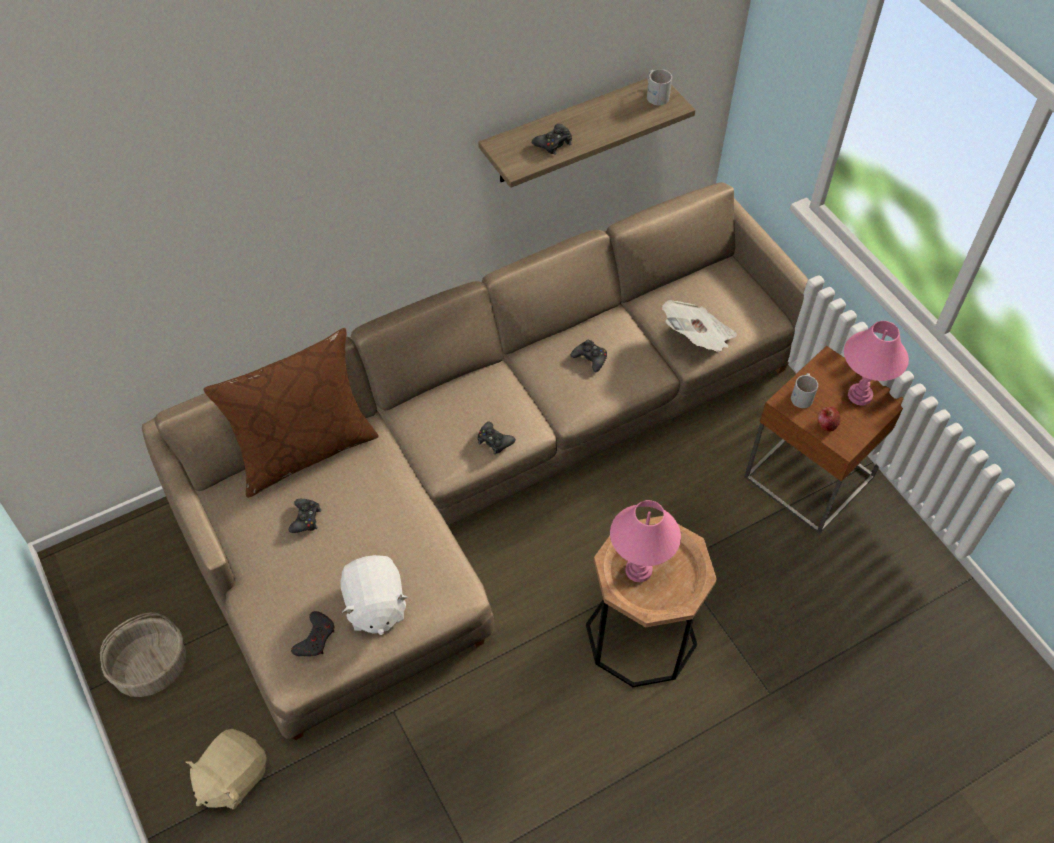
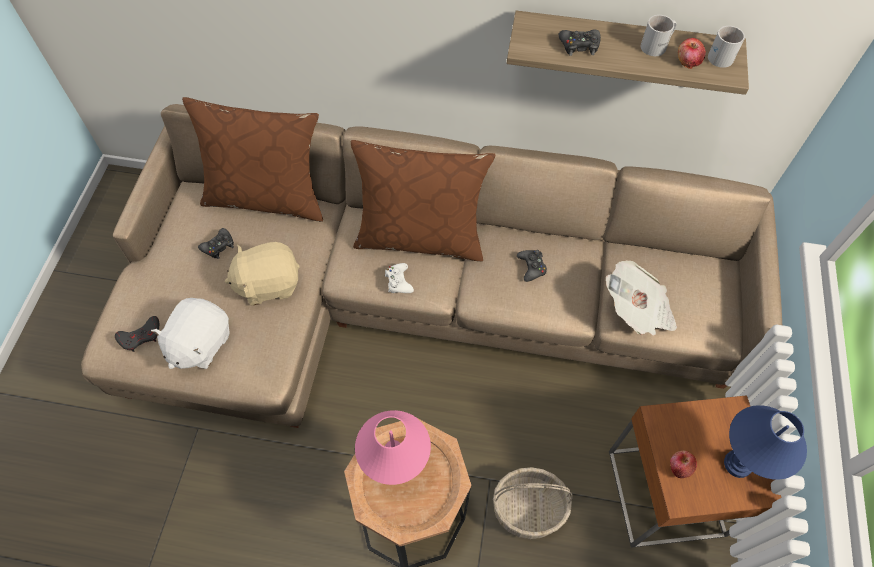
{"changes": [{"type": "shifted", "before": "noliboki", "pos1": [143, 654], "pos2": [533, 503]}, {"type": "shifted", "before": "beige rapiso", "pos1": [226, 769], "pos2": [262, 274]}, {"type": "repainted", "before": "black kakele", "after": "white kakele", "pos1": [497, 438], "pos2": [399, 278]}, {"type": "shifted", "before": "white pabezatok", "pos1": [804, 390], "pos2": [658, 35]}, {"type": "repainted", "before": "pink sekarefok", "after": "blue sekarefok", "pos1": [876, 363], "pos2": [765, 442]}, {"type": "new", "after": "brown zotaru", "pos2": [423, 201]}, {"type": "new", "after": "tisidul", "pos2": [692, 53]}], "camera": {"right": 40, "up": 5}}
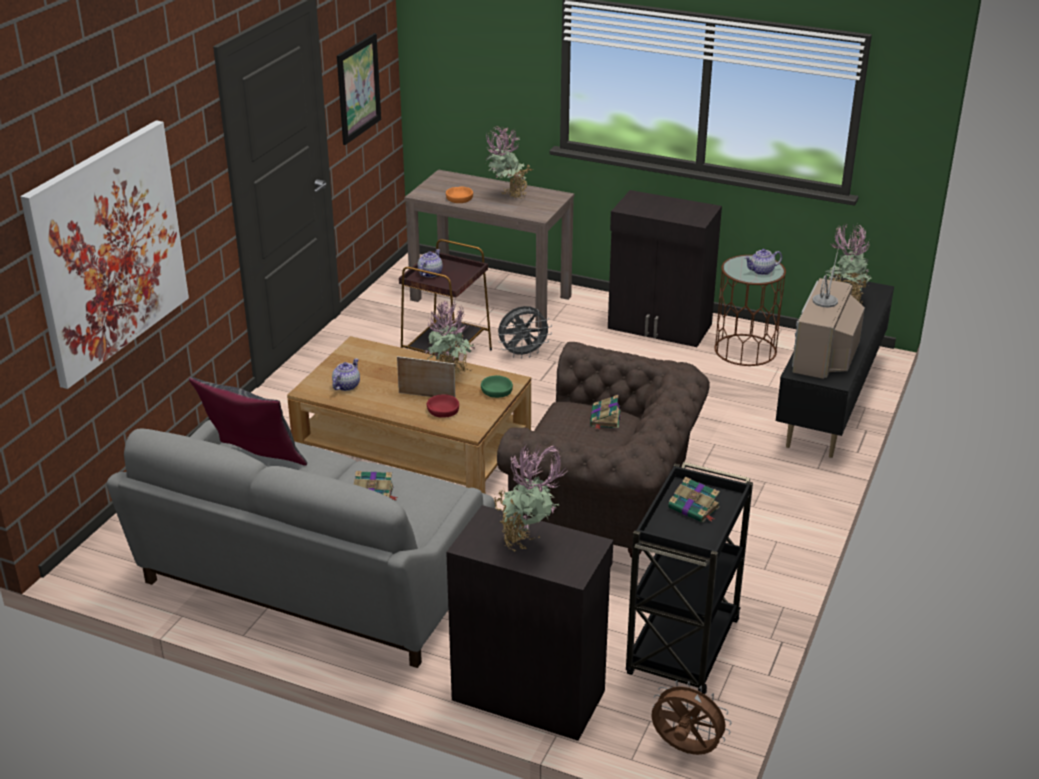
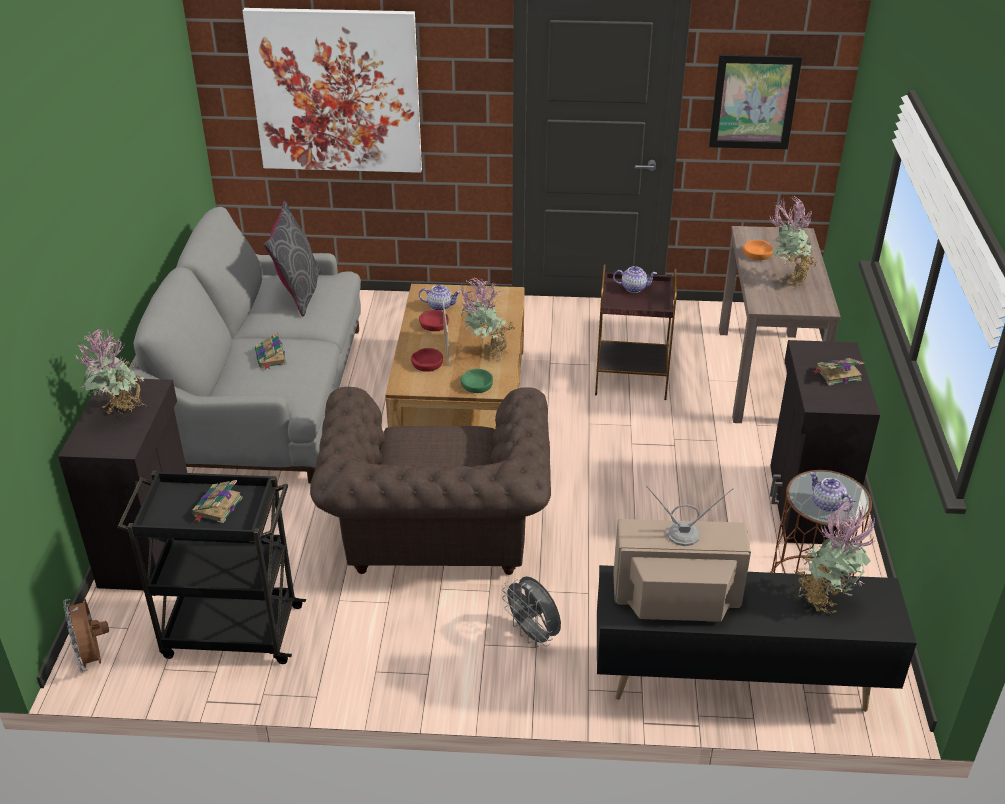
{"changes": [{"type": "shifted", "before": "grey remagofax", "pos1": [525, 332], "pos2": [531, 611]}, {"type": "shifted", "before": "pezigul", "pos1": [605, 412], "pos2": [838, 372]}, {"type": "rotated", "before": "brown remagofax", "pos1": [691, 717], "pos2": [86, 635], "turn": 150}, {"type": "new", "after": "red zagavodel", "pos2": [434, 320]}], "camera": {"right": 70, "up": 5}}
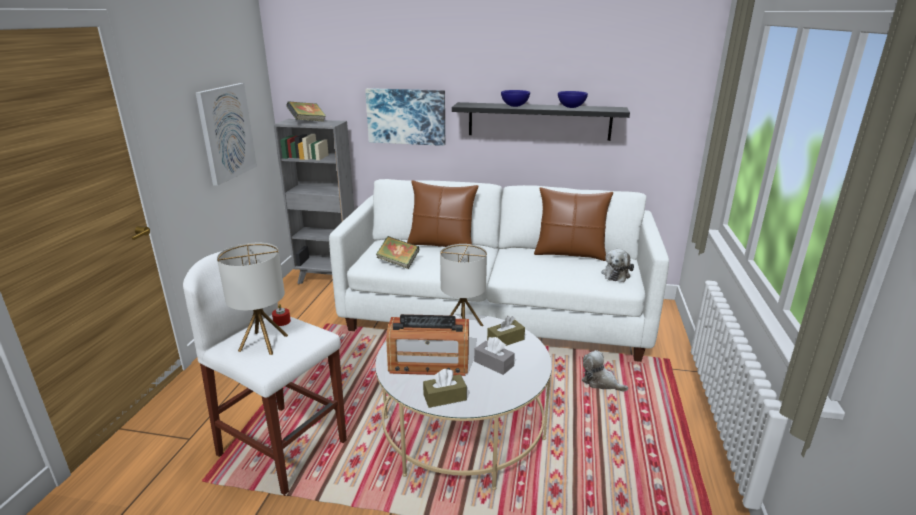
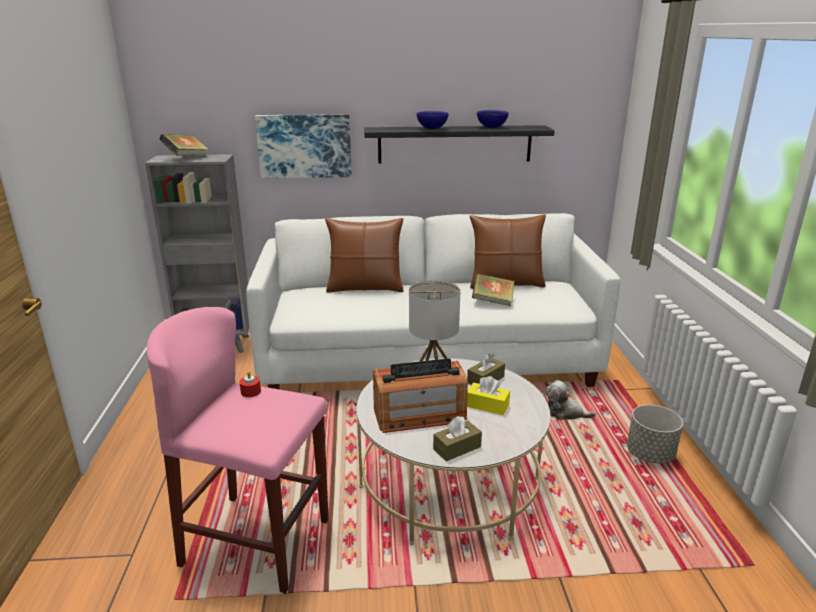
{"changes": [{"type": "repainted", "before": "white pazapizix", "after": "pink pazapizix", "pos1": [265, 373], "pos2": [238, 450]}, {"type": "gone", "before": "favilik", "pos1": [226, 134]}, {"type": "gone", "before": "sekarefok", "pos1": [252, 299]}, {"type": "shifted", "before": "pezigul", "pos1": [398, 252], "pos2": [493, 289]}, {"type": "repainted", "before": "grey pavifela", "after": "yellow pavifela", "pos1": [494, 356], "pos2": [488, 395]}, {"type": "gone", "before": "rapiso", "pos1": [617, 265]}, {"type": "new", "after": "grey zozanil", "pos2": [655, 434]}], "camera": {"right": -15, "up": 0}}
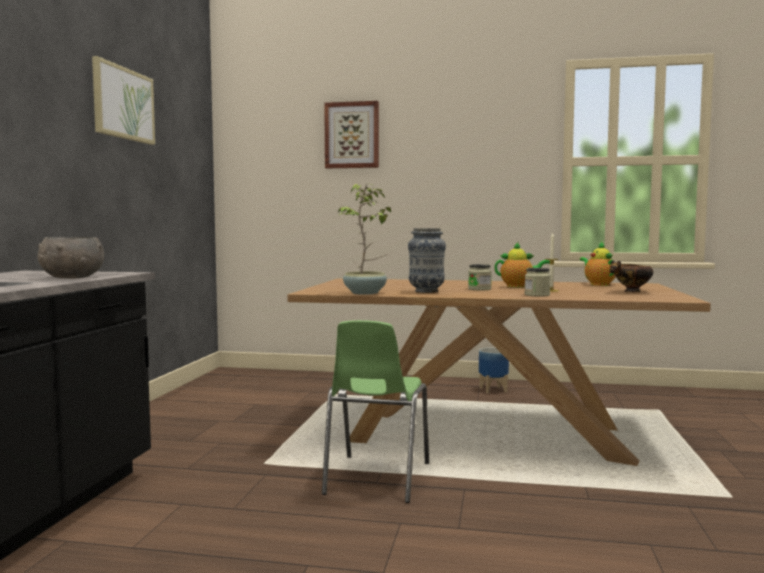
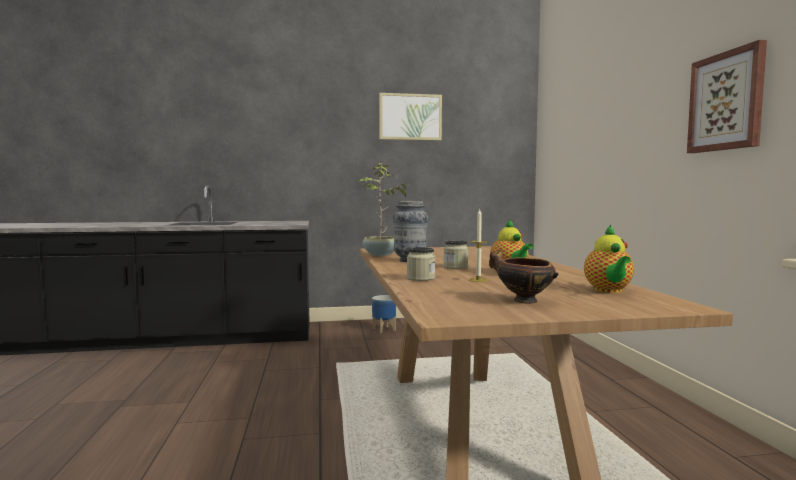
{"changes": [{"type": "gone", "before": "grey zagavodel", "pos1": [70, 258]}, {"type": "gone", "before": "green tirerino", "pos1": [375, 411]}, {"type": "shifted", "before": "favilik", "pos1": [351, 134], "pos2": [727, 96]}, {"type": "shifted", "before": "zozanil", "pos1": [494, 370], "pos2": [384, 314]}, {"type": "rotated", "before": "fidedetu", "pos1": [598, 264], "pos2": [609, 259], "turn": 135}], "camera": {"right": 70, "up": 0}}
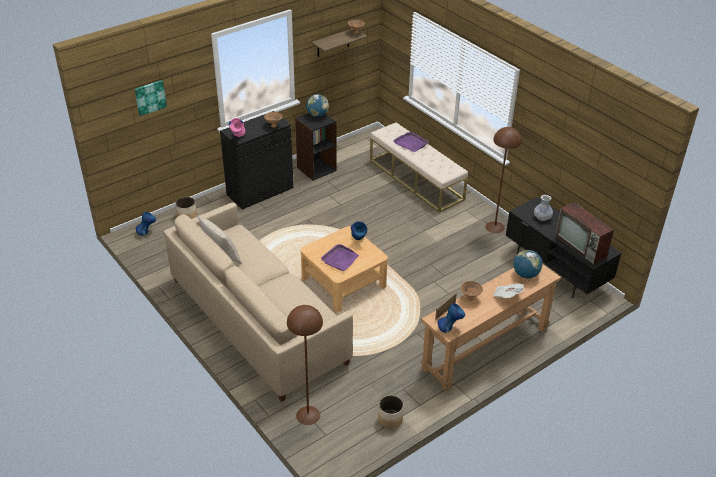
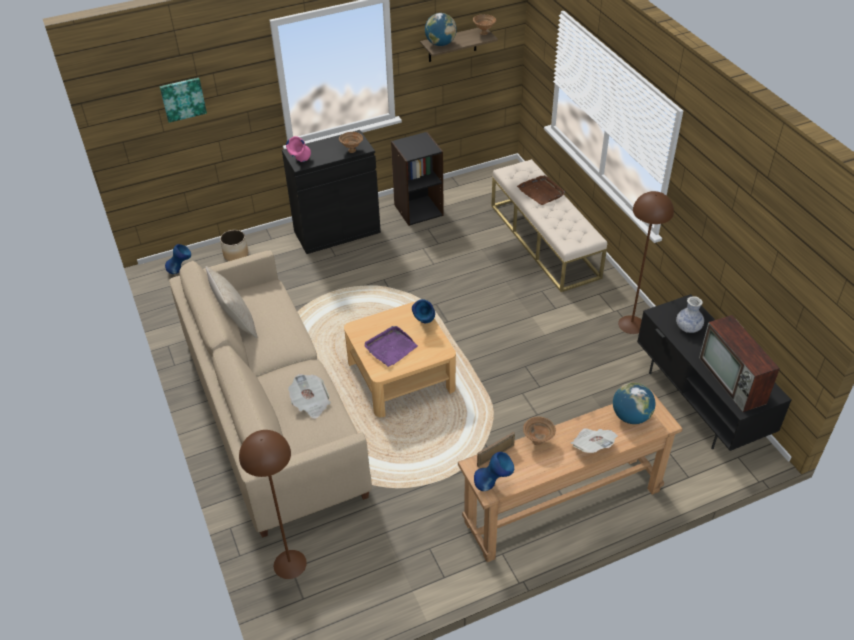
{"changes": [{"type": "shifted", "before": "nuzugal", "pos1": [317, 105], "pos2": [441, 29]}, {"type": "gone", "before": "zozanil", "pos1": [391, 411]}, {"type": "repainted", "before": "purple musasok", "after": "brown musasok", "pos1": [411, 142], "pos2": [541, 190]}, {"type": "new", "after": "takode", "pos2": [309, 396]}], "camera": {"right": 15, "up": 5}}
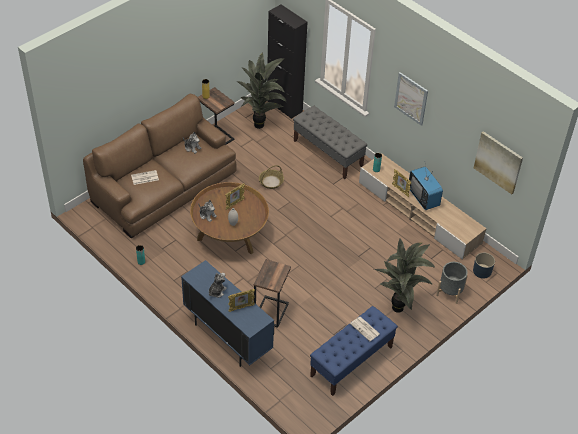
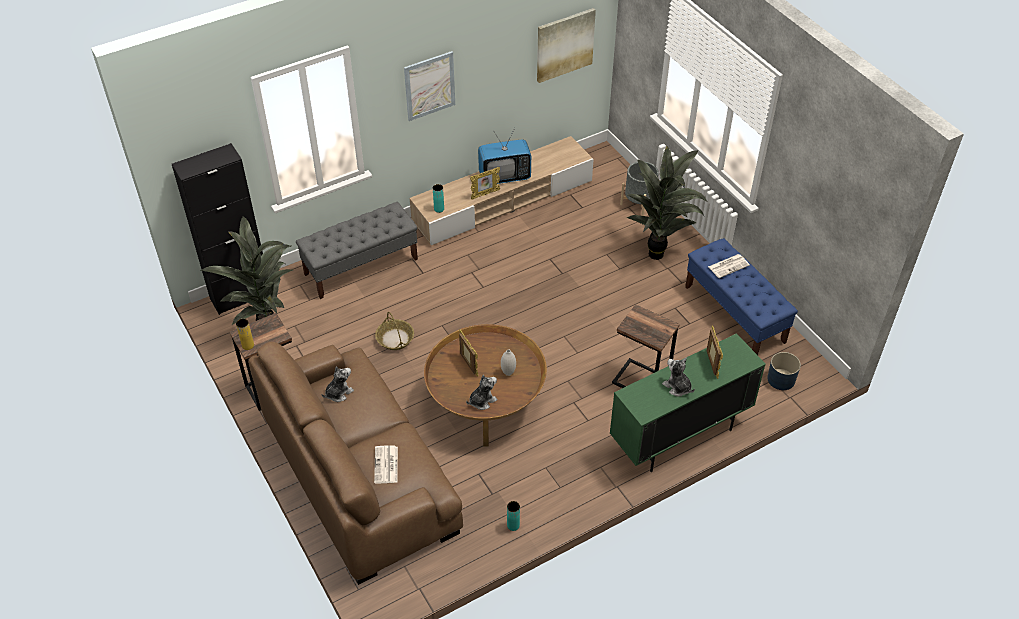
{"changes": [{"type": "repainted", "before": "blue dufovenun", "after": "green dufovenun", "pos1": [227, 313], "pos2": [688, 402]}, {"type": "shifted", "before": "blue zozanil", "pos1": [484, 266], "pos2": [784, 371]}], "camera": {"right": -75, "up": 0}}
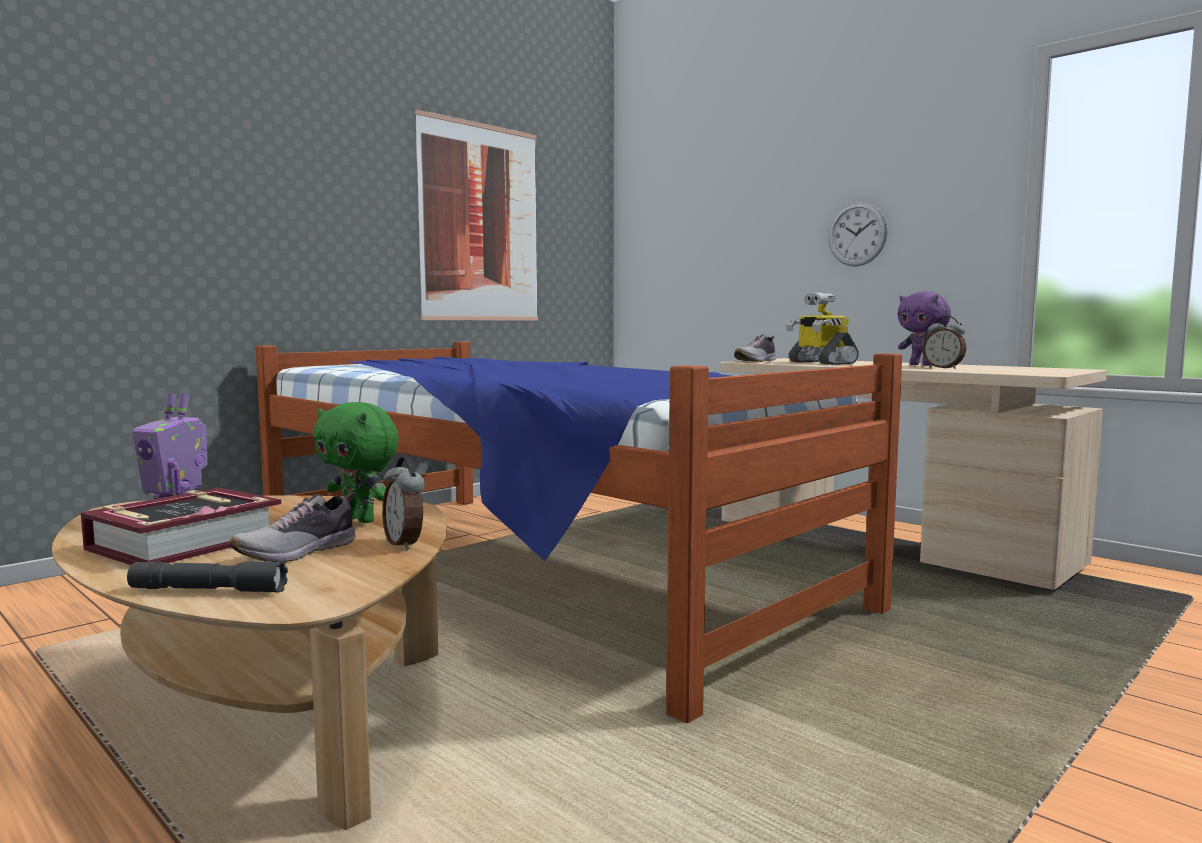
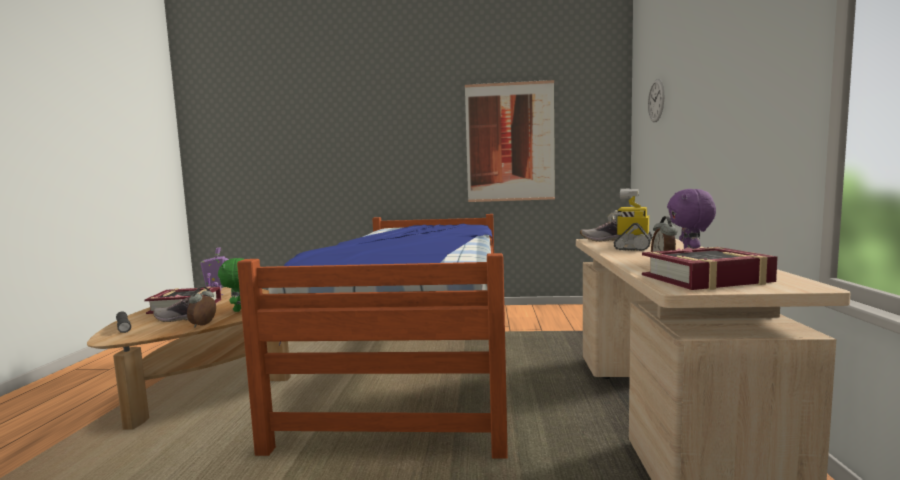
{"changes": [{"type": "shifted", "before": "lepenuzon", "pos1": [858, 234], "pos2": [656, 100]}, {"type": "new", "after": "pezigul", "pos2": [710, 268]}], "camera": {"right": 50, "up": 0}}
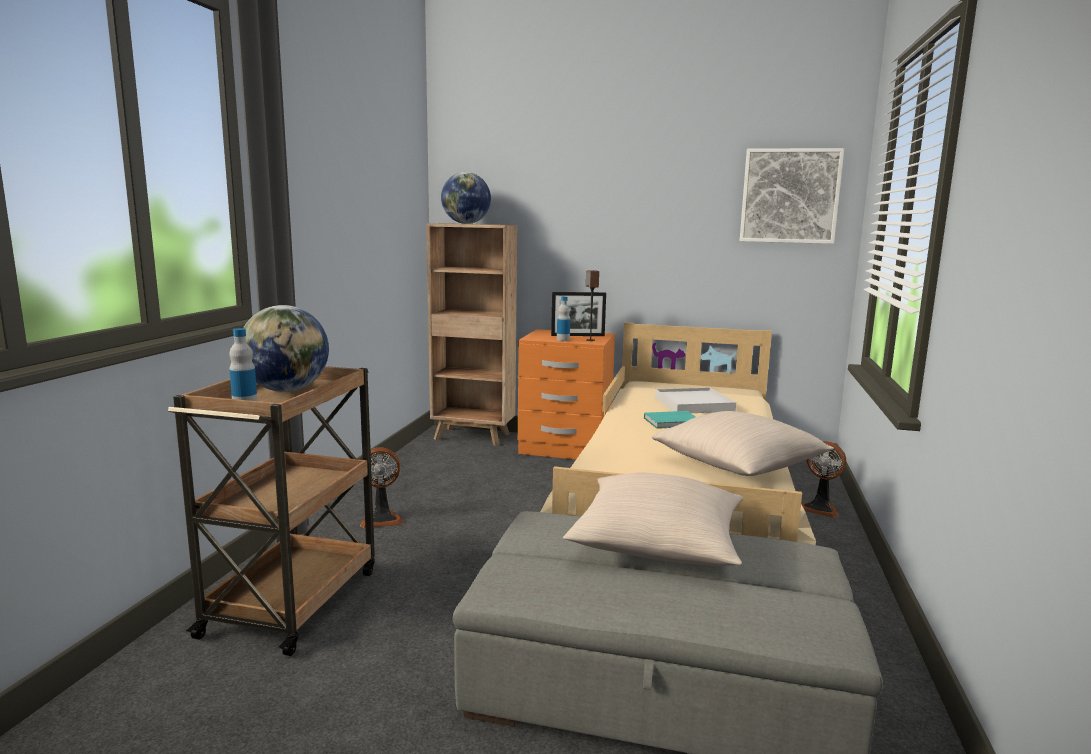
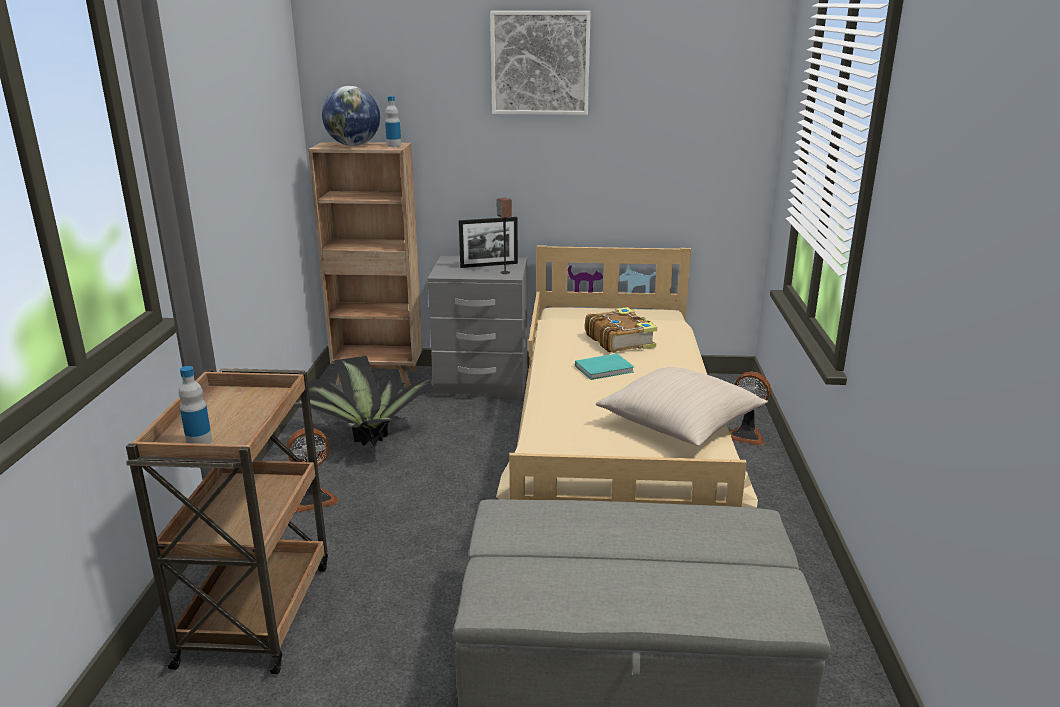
{"changes": [{"type": "gone", "before": "nuzugal", "pos1": [286, 348]}, {"type": "repainted", "before": "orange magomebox", "after": "grey magomebox", "pos1": [566, 394], "pos2": [477, 327]}, {"type": "shifted", "before": "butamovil", "pos1": [563, 318], "pos2": [393, 121]}, {"type": "gone", "before": "beige zotaru", "pos1": [653, 519]}, {"type": "swapped", "before": "white musasok", "after": "pezigul", "pos1": [695, 400], "pos2": [621, 330]}, {"type": "shifted", "before": "favilik", "pos1": [792, 196], "pos2": [540, 63]}, {"type": "new", "after": "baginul", "pos2": [363, 401]}], "camera": {"right": -10, "up": 10}}
